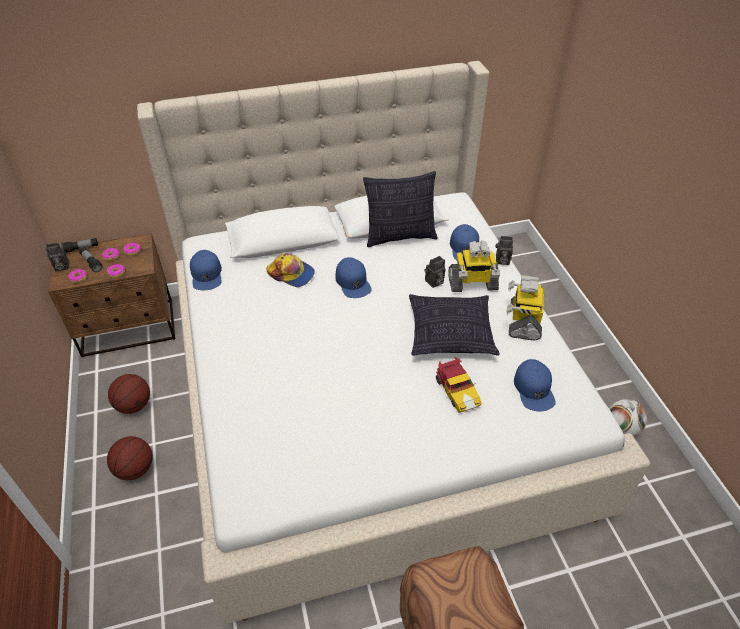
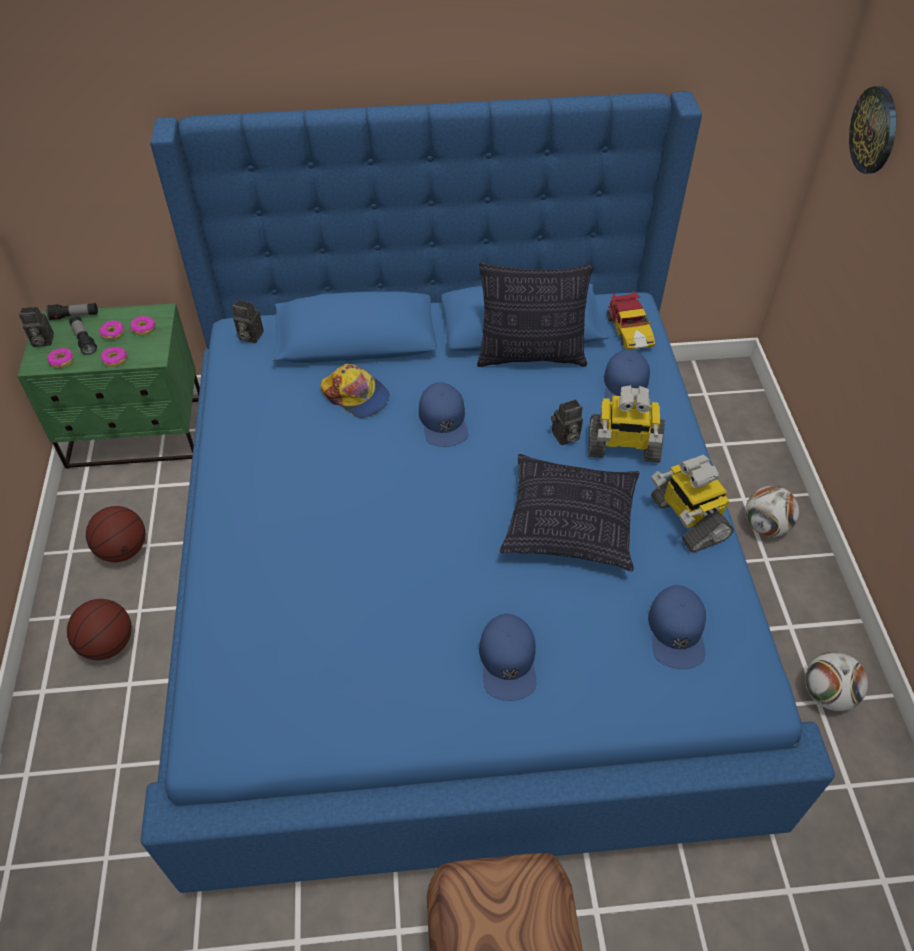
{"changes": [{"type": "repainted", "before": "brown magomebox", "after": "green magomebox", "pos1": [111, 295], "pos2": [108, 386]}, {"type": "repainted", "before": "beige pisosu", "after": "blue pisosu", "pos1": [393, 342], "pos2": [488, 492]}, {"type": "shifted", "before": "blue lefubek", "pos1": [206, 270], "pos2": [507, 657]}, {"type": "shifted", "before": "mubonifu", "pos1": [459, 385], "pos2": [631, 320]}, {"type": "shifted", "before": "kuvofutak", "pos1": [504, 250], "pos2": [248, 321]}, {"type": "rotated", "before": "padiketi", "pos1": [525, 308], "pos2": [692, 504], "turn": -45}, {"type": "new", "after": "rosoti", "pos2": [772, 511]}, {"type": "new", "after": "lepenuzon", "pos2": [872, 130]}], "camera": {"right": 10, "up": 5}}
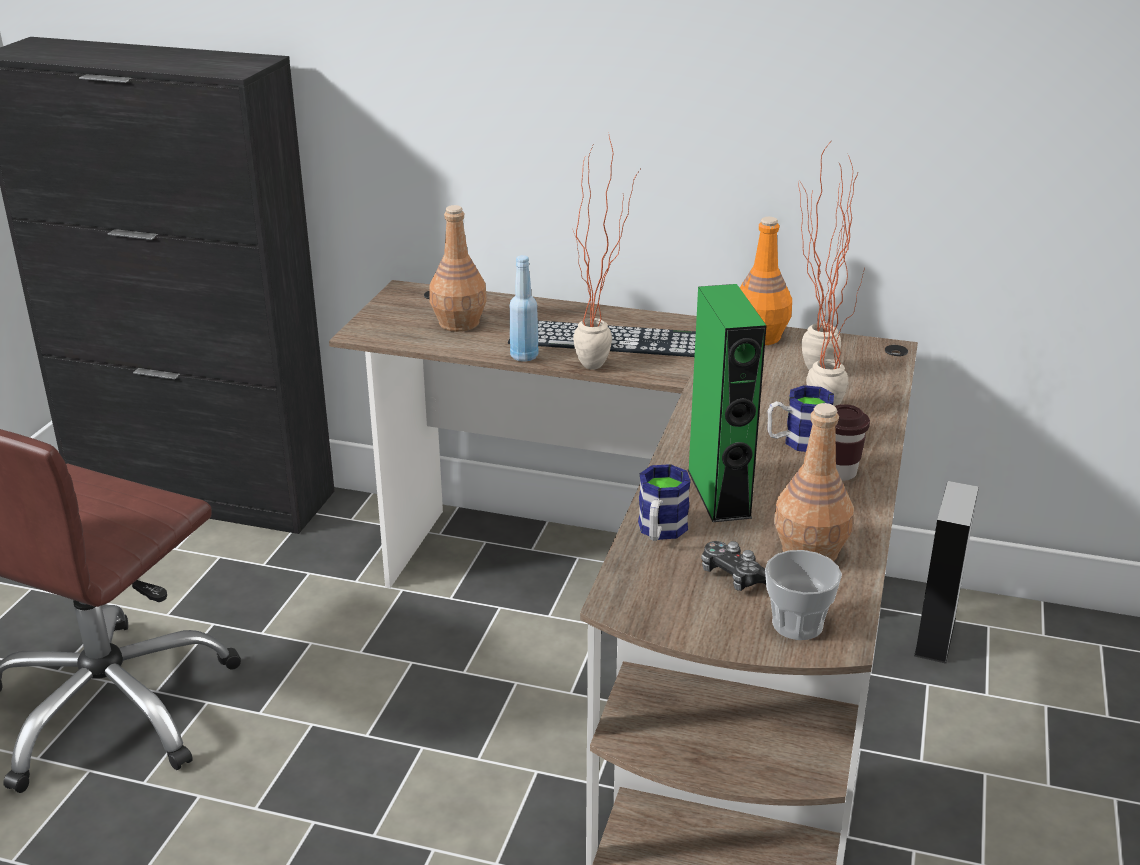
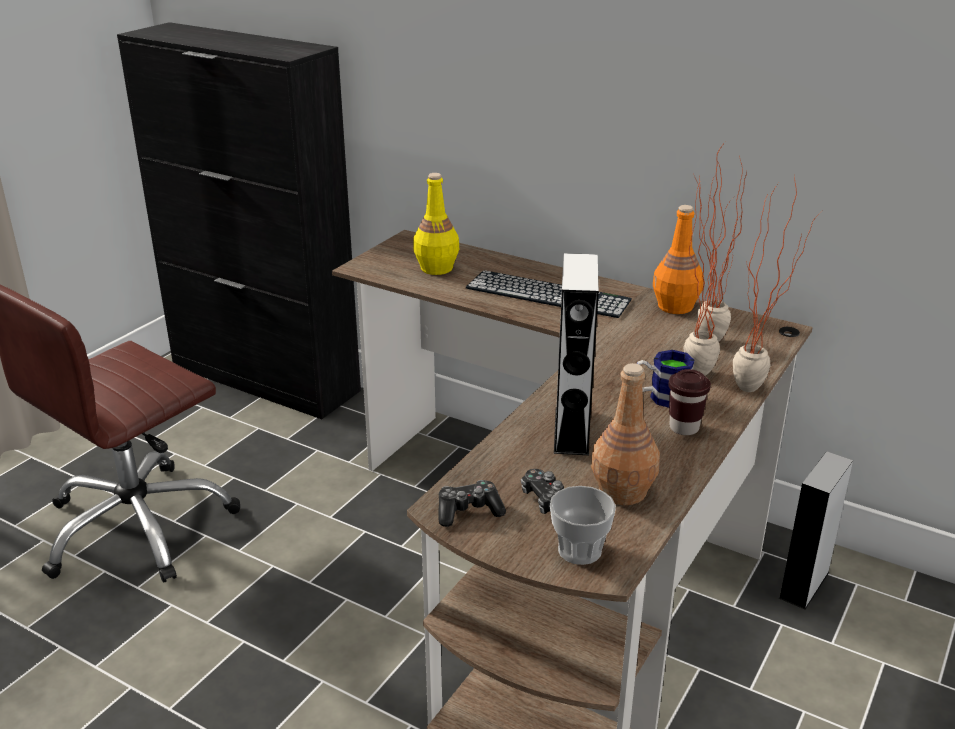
{"changes": [{"type": "repainted", "before": "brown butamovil", "after": "yellow butamovil", "pos1": [458, 268], "pos2": [436, 224]}, {"type": "gone", "before": "blue butamovil", "pos1": [524, 308]}, {"type": "shifted", "before": "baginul", "pos1": [606, 253], "pos2": [777, 283]}, {"type": "gone", "before": "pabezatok", "pos1": [664, 502]}, {"type": "repainted", "before": "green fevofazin", "after": "white fevofazin", "pos1": [727, 403], "pos2": [576, 354]}, {"type": "new", "after": "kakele", "pos2": [472, 503]}], "camera": {"right": 15, "up": 0}}
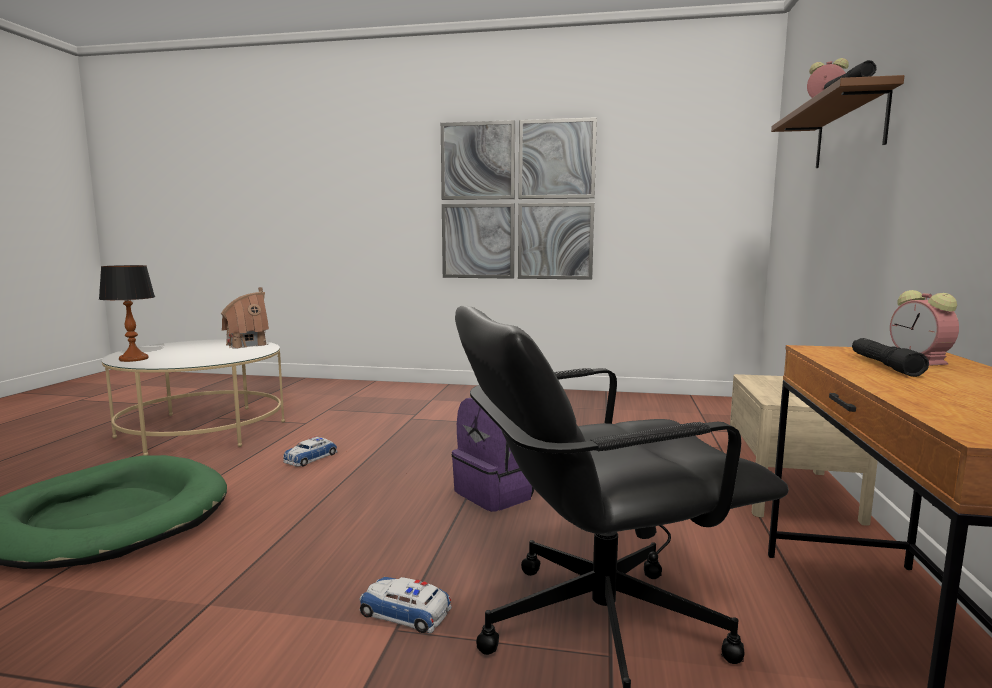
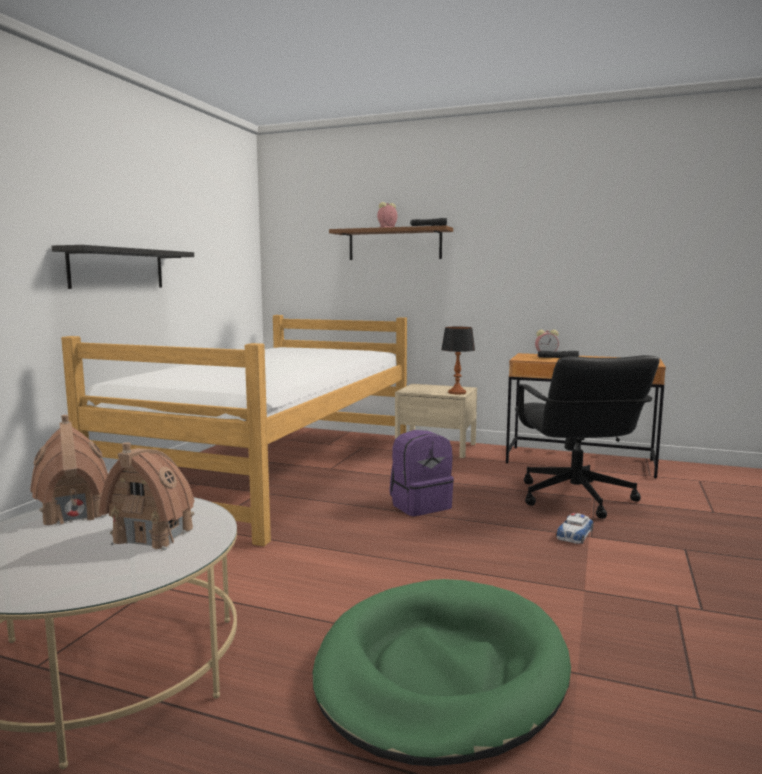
{"changes": [{"type": "shifted", "before": "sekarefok", "pos1": [127, 313], "pos2": [458, 360]}, {"type": "gone", "before": "mubonifu", "pos1": [310, 452]}, {"type": "swapped", "before": "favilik", "after": "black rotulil", "pos1": [519, 198], "pos2": [123, 267]}, {"type": "new", "after": "pisosu", "pos2": [234, 430]}, {"type": "new", "after": "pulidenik", "pos2": [147, 496]}], "camera": {"right": -80, "up": 0}}
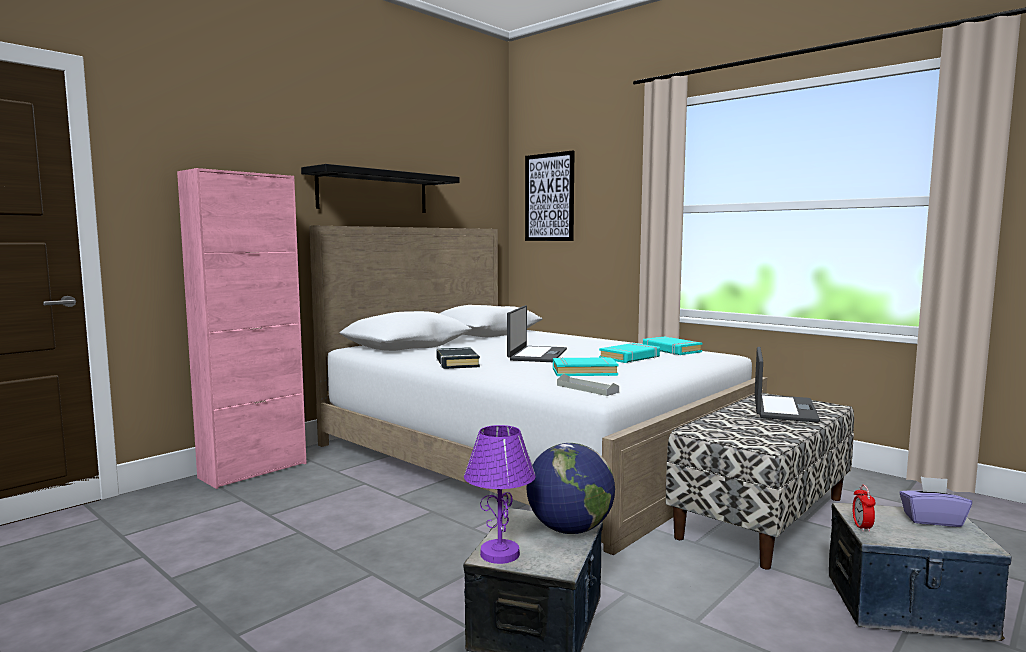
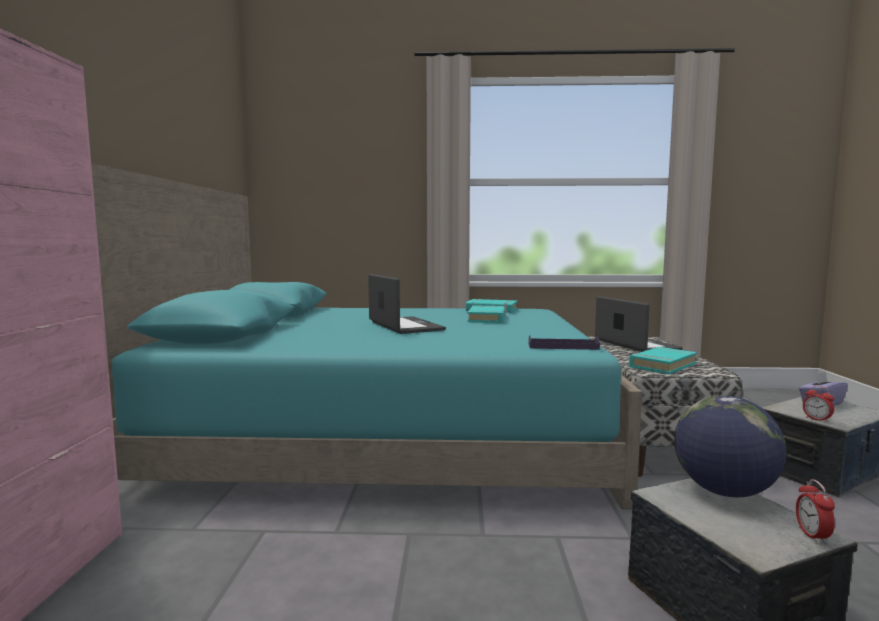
{"changes": [{"type": "gone", "before": "black rotulil", "pos1": [380, 188]}, {"type": "repainted", "before": "white pisosu", "after": "turquoise pisosu", "pos1": [538, 390], "pos2": [366, 336]}, {"type": "gone", "before": "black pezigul", "pos1": [458, 358]}, {"type": "gone", "before": "purple sekarefok", "pos1": [500, 494]}, {"type": "gone", "before": "favilik", "pos1": [550, 196]}, {"type": "shifted", "before": "turquoise pezigul", "pos1": [585, 366], "pos2": [663, 360]}, {"type": "repainted", "before": "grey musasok", "after": "purple musasok", "pos1": [588, 385], "pos2": [564, 342]}, {"type": "new", "after": "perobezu", "pos2": [815, 511]}], "camera": {"right": -40, "up": 0}}
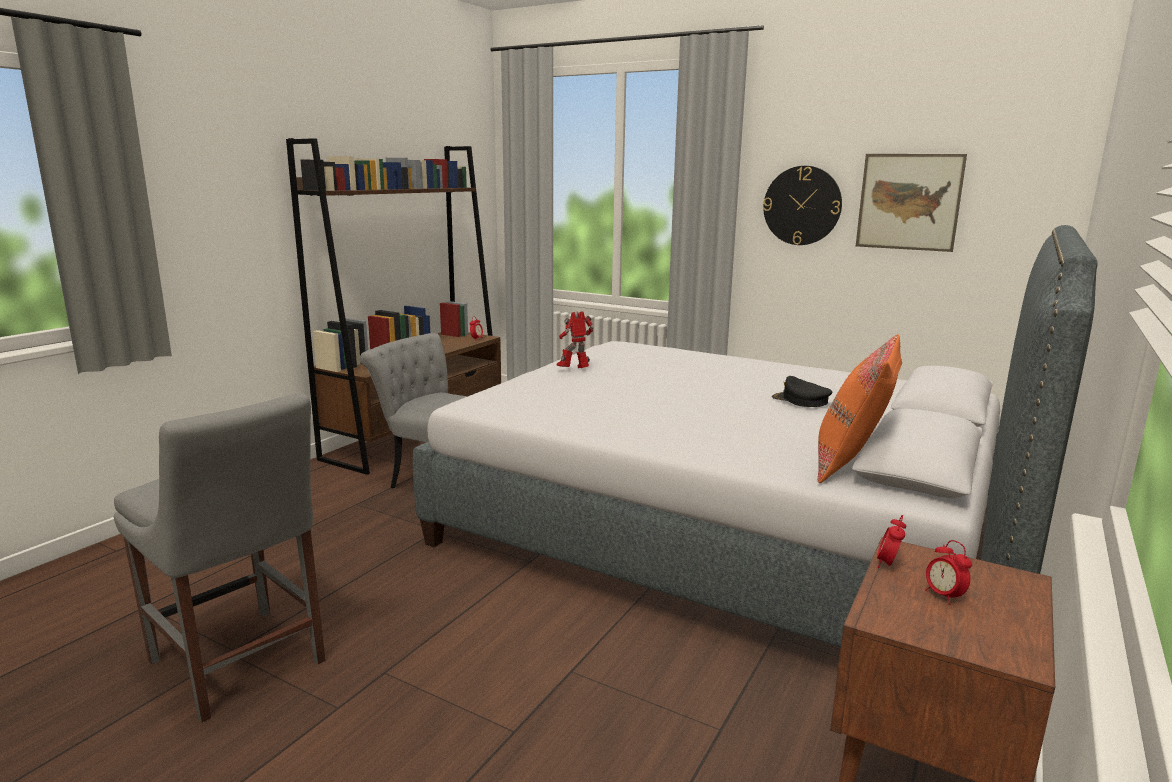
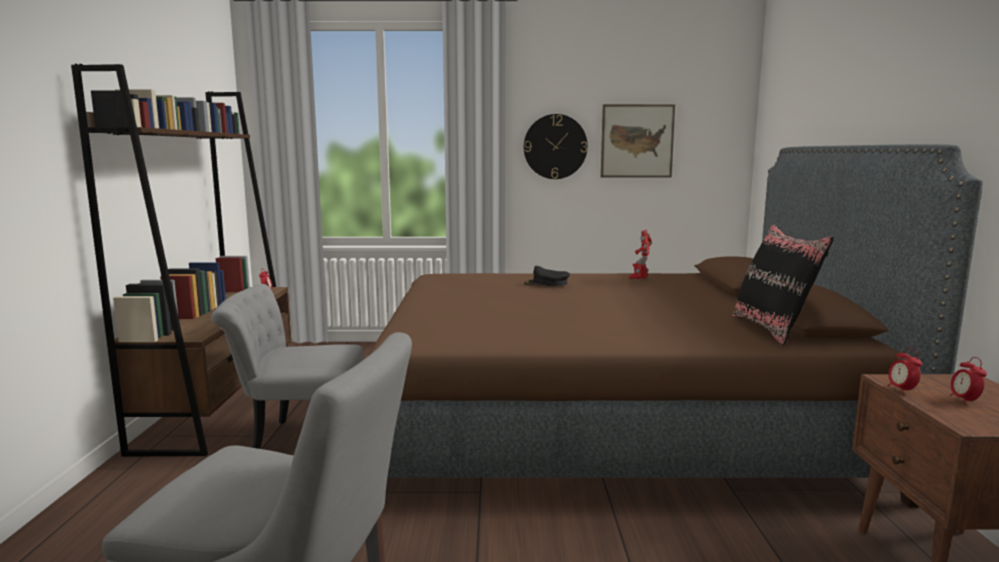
{"changes": [{"type": "repainted", "before": "grey pisosu", "after": "brown pisosu", "pos1": [755, 436], "pos2": [675, 326]}, {"type": "shifted", "before": "padiketi", "pos1": [575, 339], "pos2": [640, 254]}, {"type": "shifted", "before": "black lefubek", "pos1": [802, 391], "pos2": [547, 276]}, {"type": "repainted", "before": "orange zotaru", "after": "black zotaru", "pos1": [860, 408], "pos2": [783, 284]}, {"type": "rotated", "before": "perobezu", "pos1": [948, 572], "pos2": [968, 380], "turn": 60}], "camera": {"right": -30, "up": -5}}
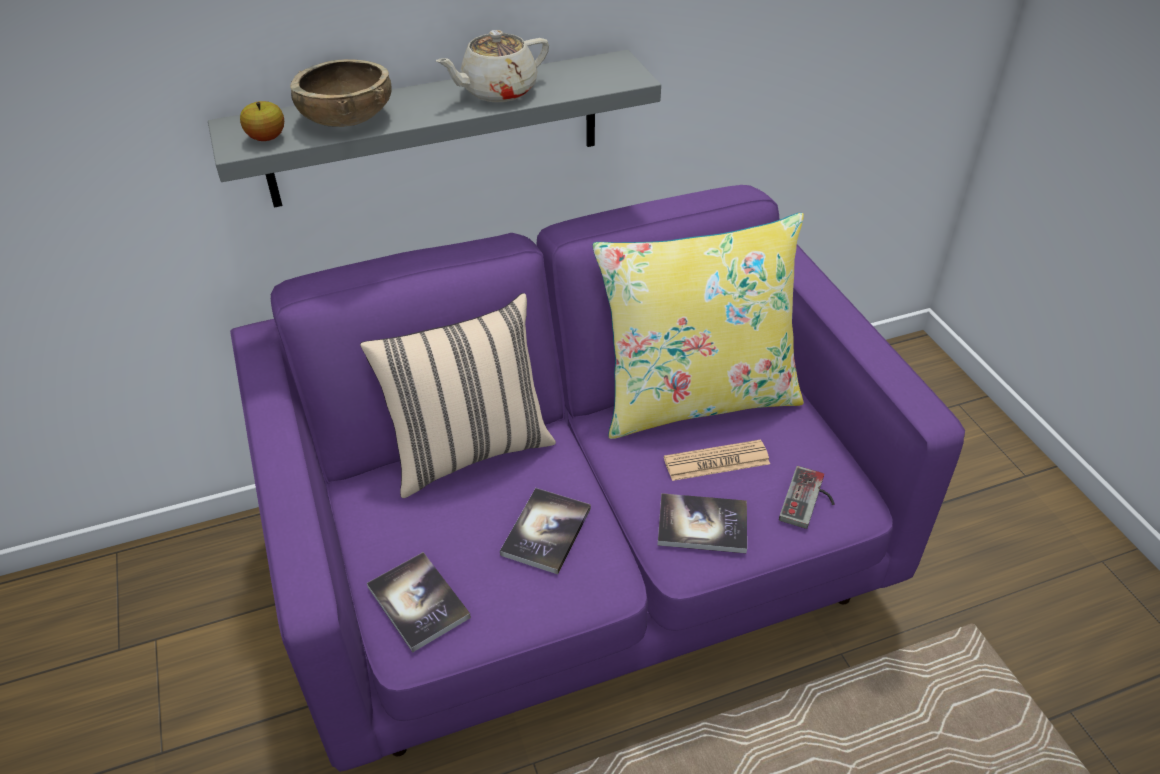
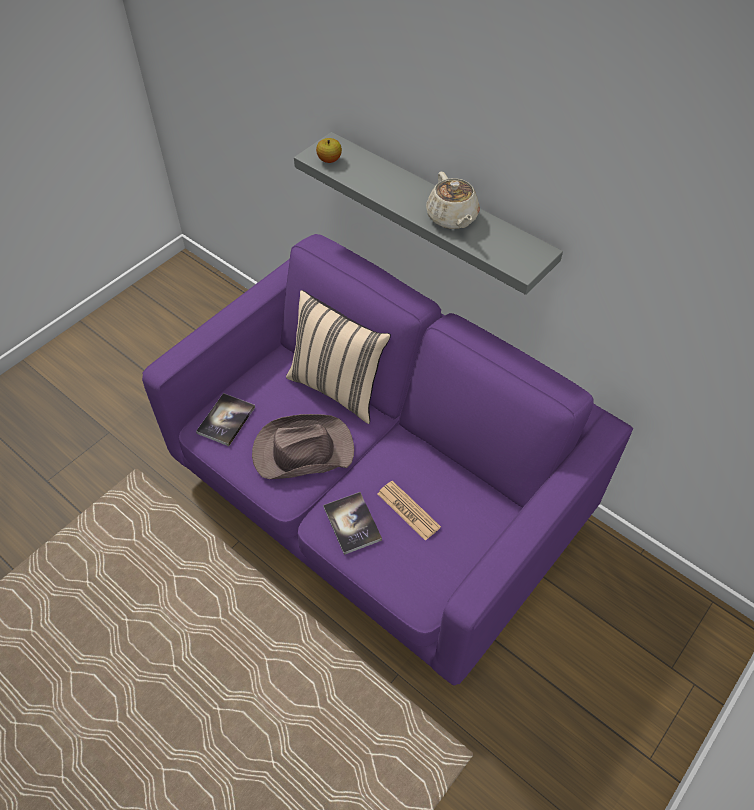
{"changes": [{"type": "gone", "before": "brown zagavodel", "pos1": [341, 93]}, {"type": "rotated", "before": "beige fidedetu", "pos1": [492, 66], "pos2": [453, 200], "turn": -135}, {"type": "swapped", "before": "pezigul", "after": "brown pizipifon", "pos1": [545, 531], "pos2": [303, 446]}, {"type": "gone", "before": "yellow zotaru", "pos1": [698, 326]}, {"type": "gone", "before": "kakele", "pos1": [807, 497]}], "camera": {"right": 60, "up": 10}}
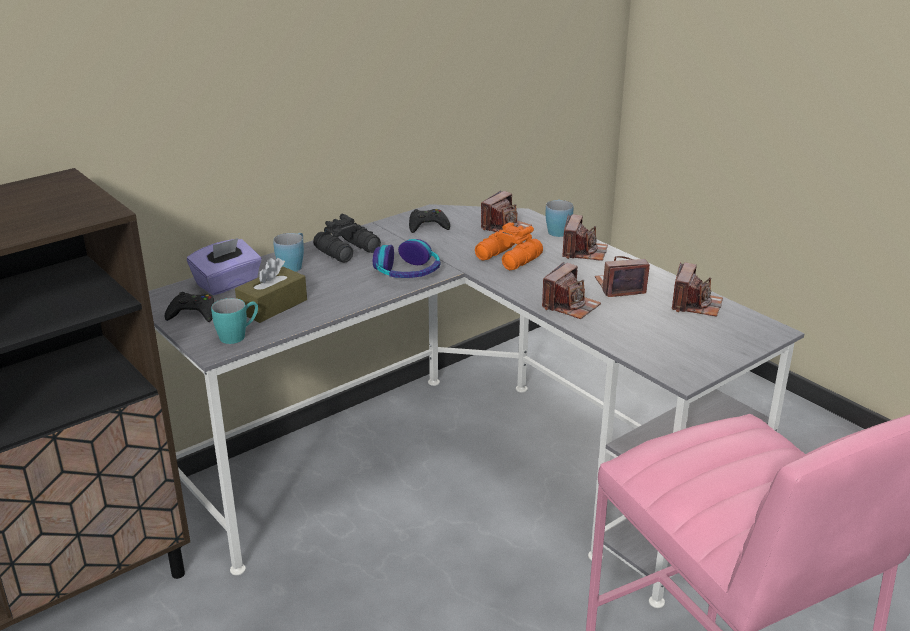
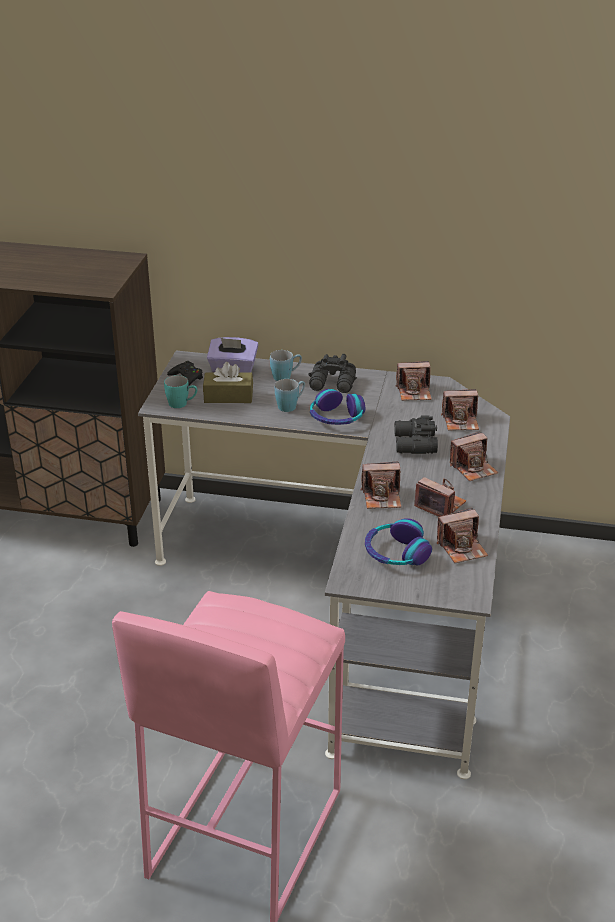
{"changes": [{"type": "swapped", "before": "black kakele", "after": "kuvofutak", "pos1": [429, 221], "pos2": [413, 381]}, {"type": "repainted", "before": "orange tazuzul", "after": "black tazuzul", "pos1": [509, 246], "pos2": [416, 434]}, {"type": "shifted", "before": "blue pabezatok", "pos1": [560, 218], "pos2": [290, 395]}, {"type": "new", "after": "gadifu", "pos2": [398, 541]}], "camera": {"right": 50, "up": 5}}
